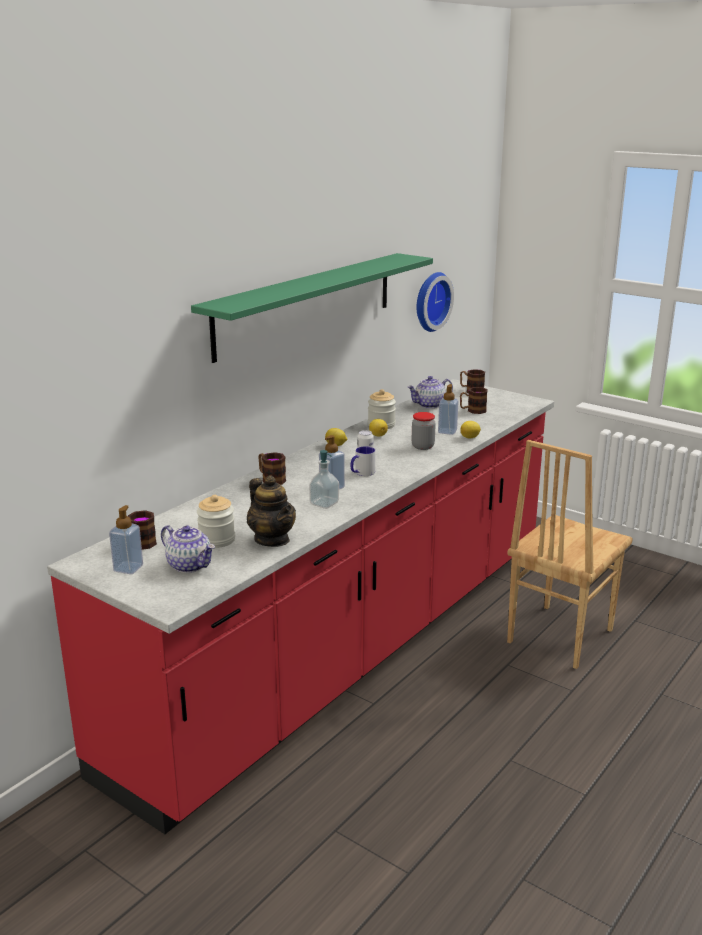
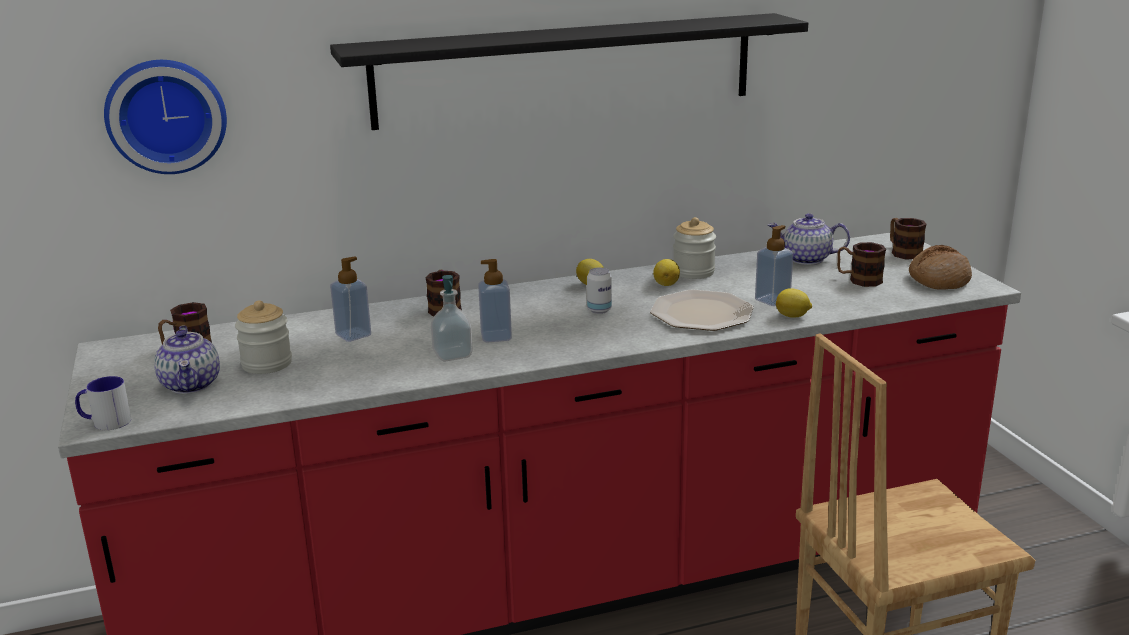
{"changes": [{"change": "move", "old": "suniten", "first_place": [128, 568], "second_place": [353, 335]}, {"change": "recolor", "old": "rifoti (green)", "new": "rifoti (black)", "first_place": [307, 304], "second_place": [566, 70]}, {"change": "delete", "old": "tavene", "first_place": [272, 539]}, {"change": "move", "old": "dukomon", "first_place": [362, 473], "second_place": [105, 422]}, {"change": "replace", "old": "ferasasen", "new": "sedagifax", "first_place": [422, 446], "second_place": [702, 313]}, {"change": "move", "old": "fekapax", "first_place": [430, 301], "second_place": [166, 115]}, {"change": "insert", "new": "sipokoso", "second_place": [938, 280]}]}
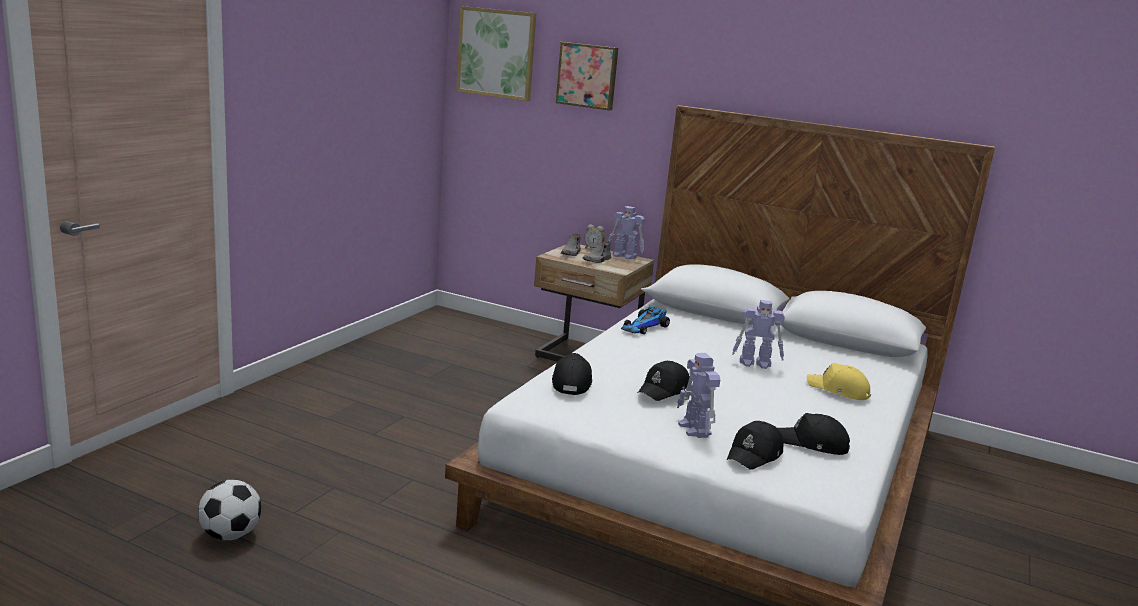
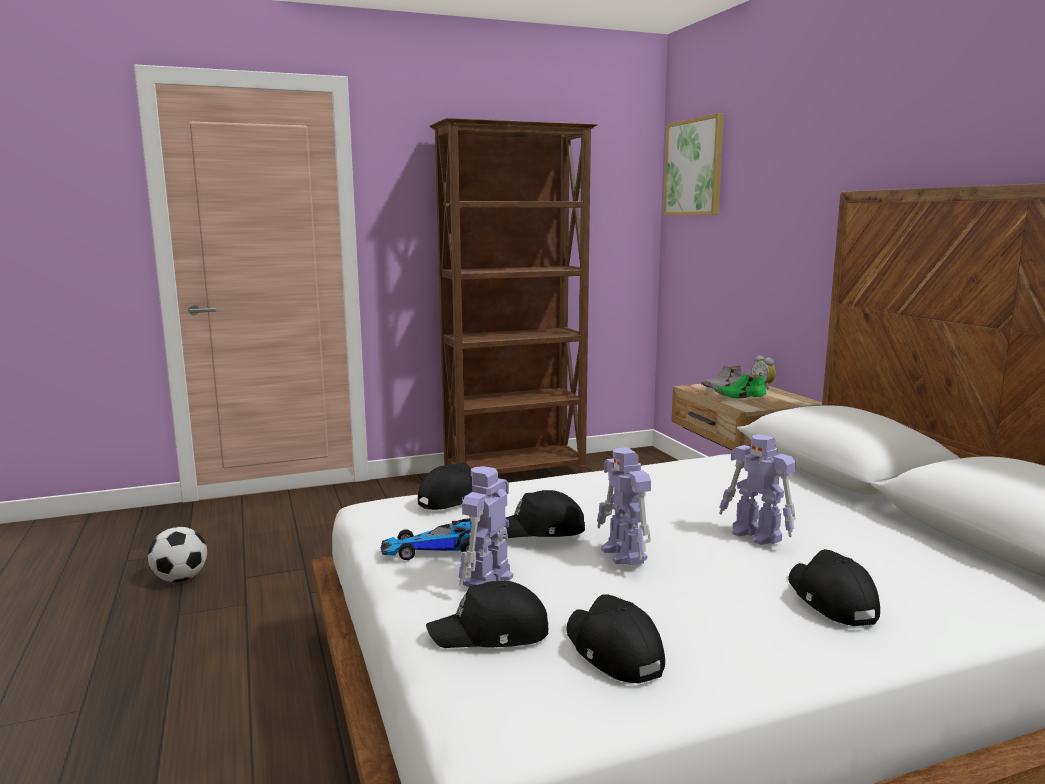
{"changes": [{"change": "delete", "old": "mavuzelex", "first_place": [588, 75]}, {"change": "recolor", "old": "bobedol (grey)", "new": "bobedol (green)", "first_place": [597, 260], "second_place": [740, 396]}, {"change": "move", "old": "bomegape", "first_place": [624, 256], "second_place": [624, 555]}, {"change": "move", "old": "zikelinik", "first_place": [644, 327], "second_place": [436, 549]}, {"change": "recolor", "old": "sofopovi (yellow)", "new": "sofopovi (black)", "first_place": [838, 390], "second_place": [830, 600]}, {"change": "insert", "new": "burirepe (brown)", "second_place": [516, 474]}]}
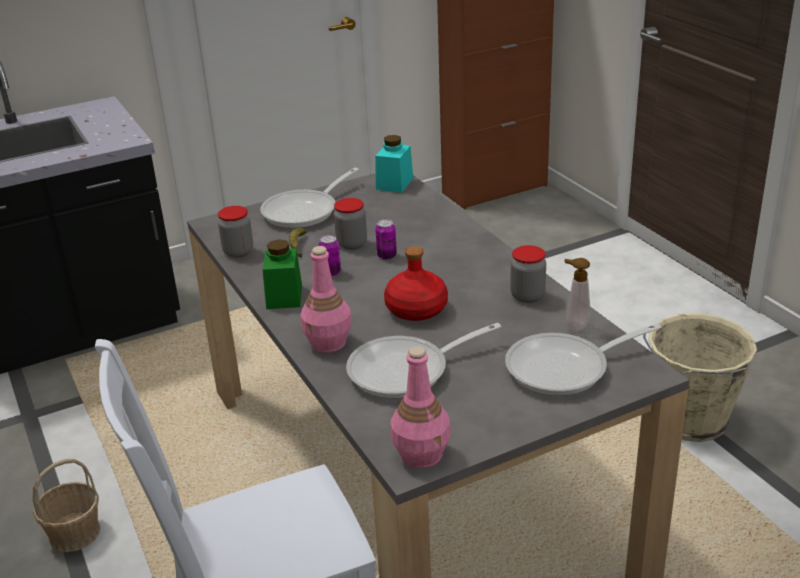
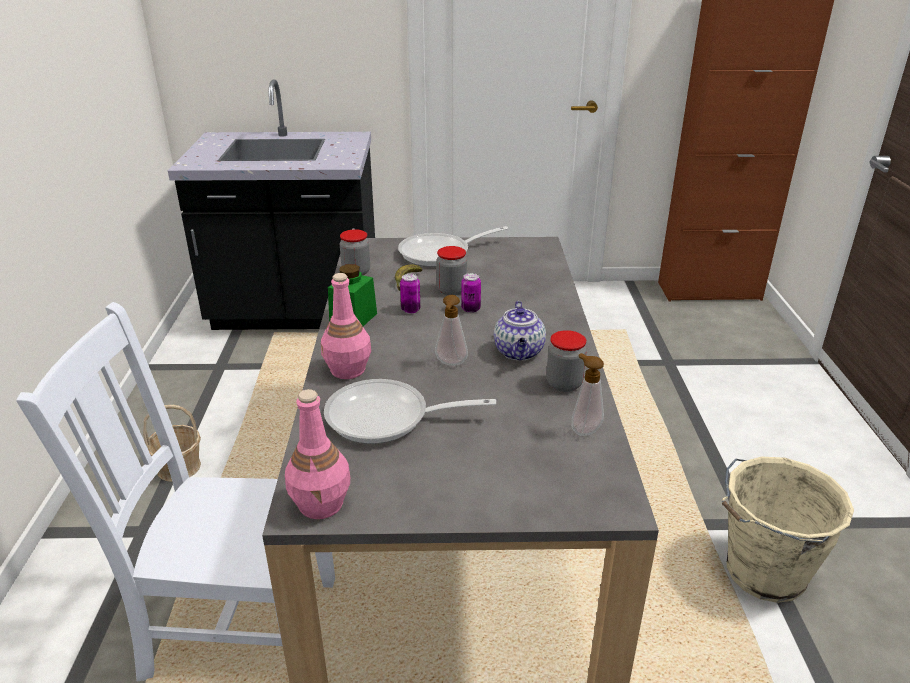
{"changes": [{"change": "delete", "old": "ferasasen (turquoise)", "first_place": [394, 183]}, {"change": "replace", "old": "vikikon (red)", "new": "suniten", "first_place": [417, 309], "second_place": [451, 364]}, {"change": "delete", "old": "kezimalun", "first_place": [565, 369]}, {"change": "insert", "new": "tavene", "second_place": [519, 352]}]}
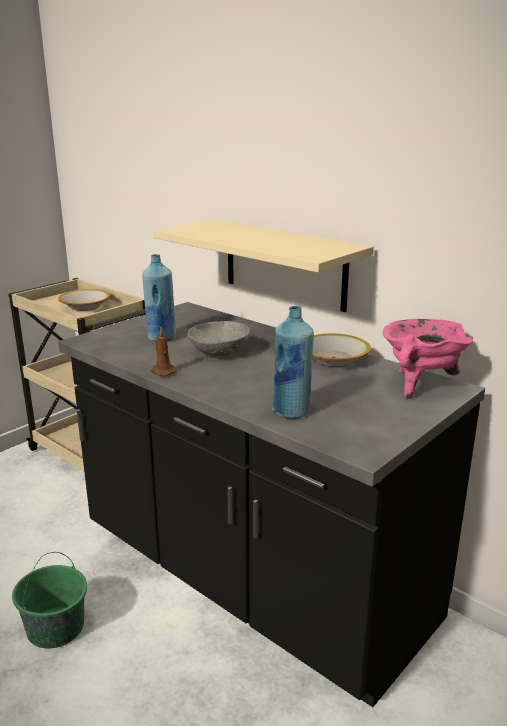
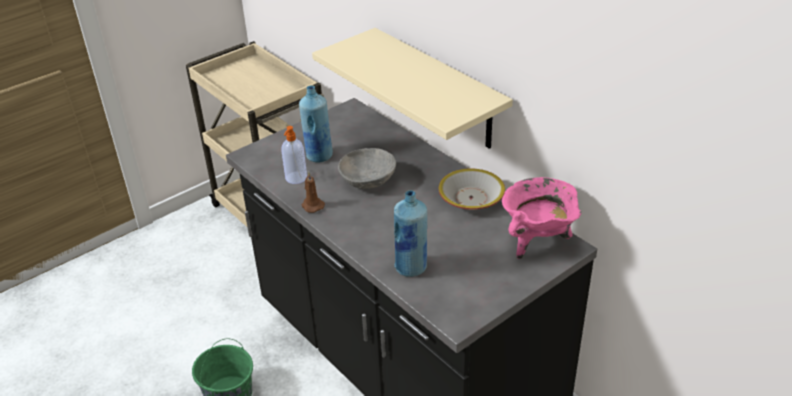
{"changes": [{"change": "delete", "old": "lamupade", "first_place": [85, 306]}, {"change": "insert", "new": "suniten", "second_place": [295, 178]}]}
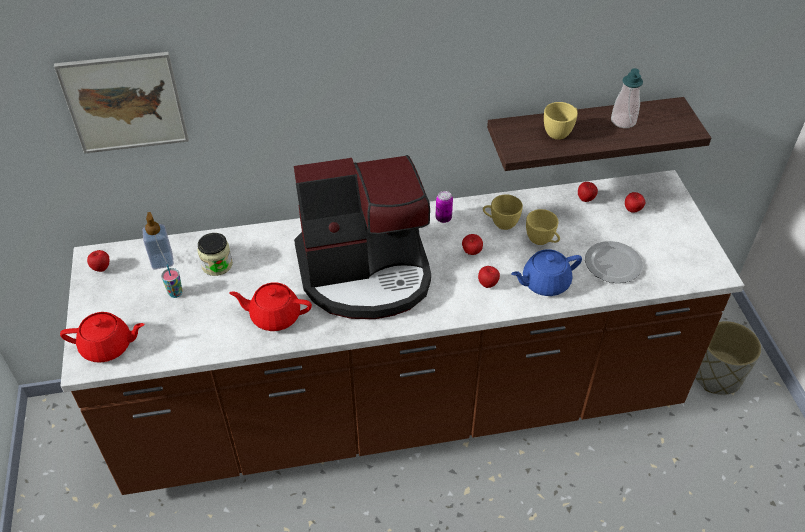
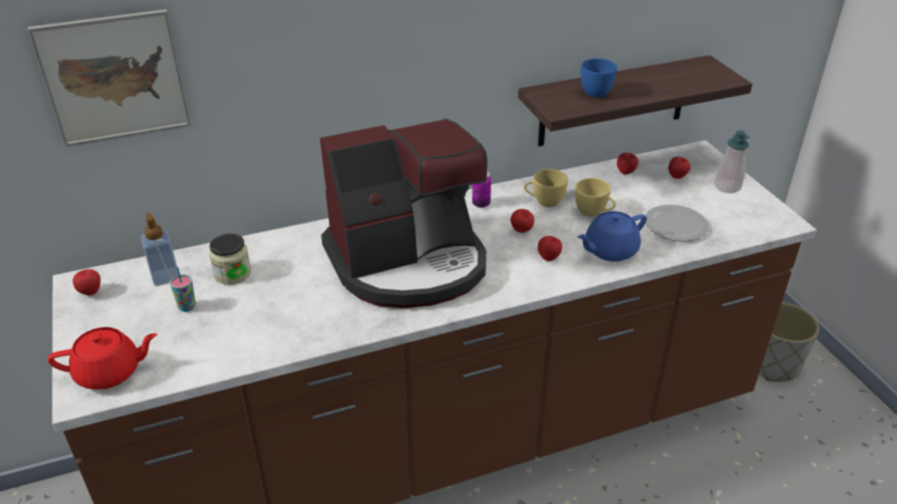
{"changes": [{"change": "delete", "old": "tavene (red)", "first_place": [274, 316]}, {"change": "recolor", "old": "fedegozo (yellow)", "new": "fedegozo (blue)", "first_place": [560, 132], "second_place": [598, 91]}, {"change": "move", "old": "suniten", "first_place": [623, 121], "second_place": [727, 187]}]}
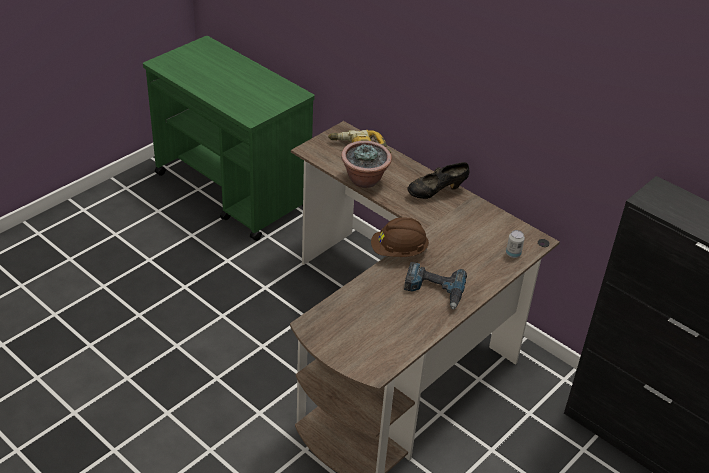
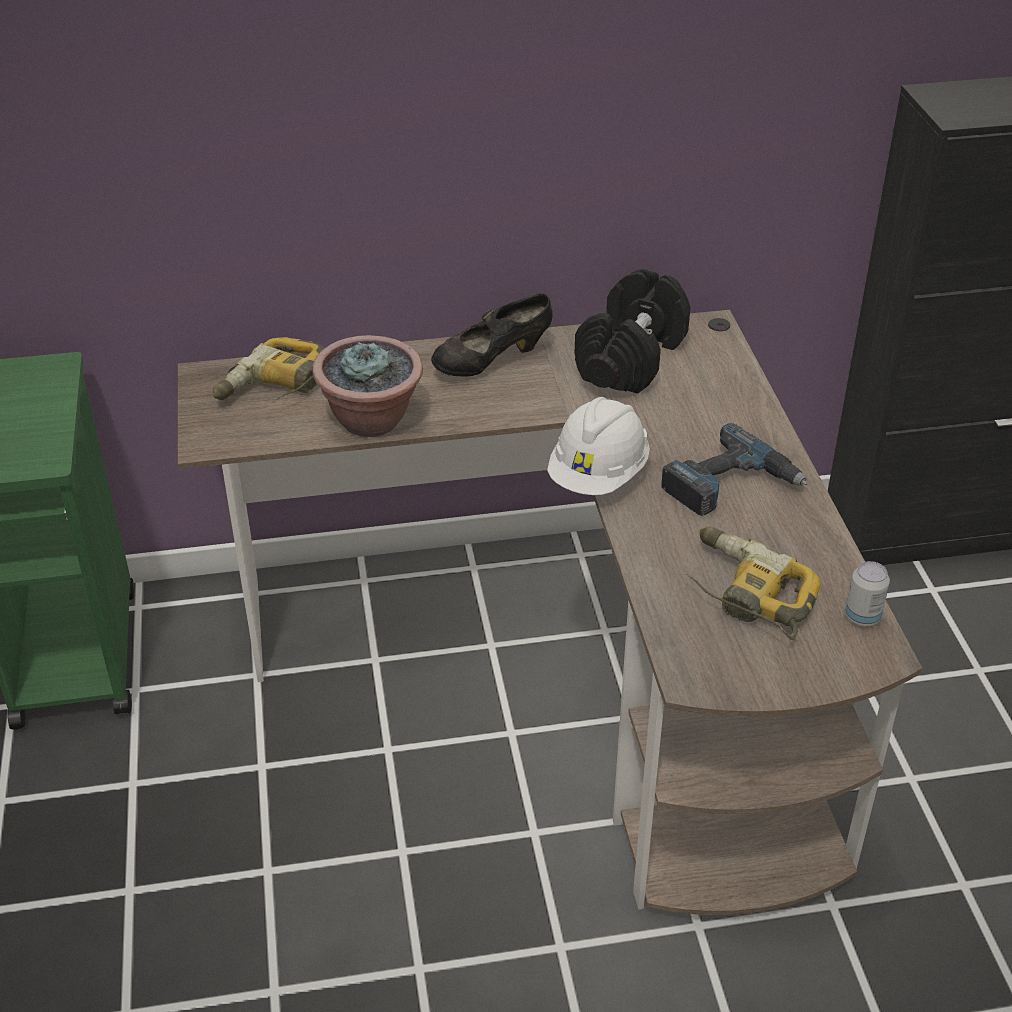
{"changes": [{"change": "recolor", "old": "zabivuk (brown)", "new": "zabivuk (white)", "first_place": [398, 251], "second_place": [598, 475]}, {"change": "rotate", "old": "bobedol (black)", "first_place": [436, 192], "second_place": [492, 362], "degrees": 45}, {"change": "move", "old": "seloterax", "first_place": [513, 254], "second_place": [862, 617]}, {"change": "insert", "new": "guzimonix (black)", "second_place": [630, 357]}, {"change": "insert", "new": "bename", "second_place": [745, 593]}]}
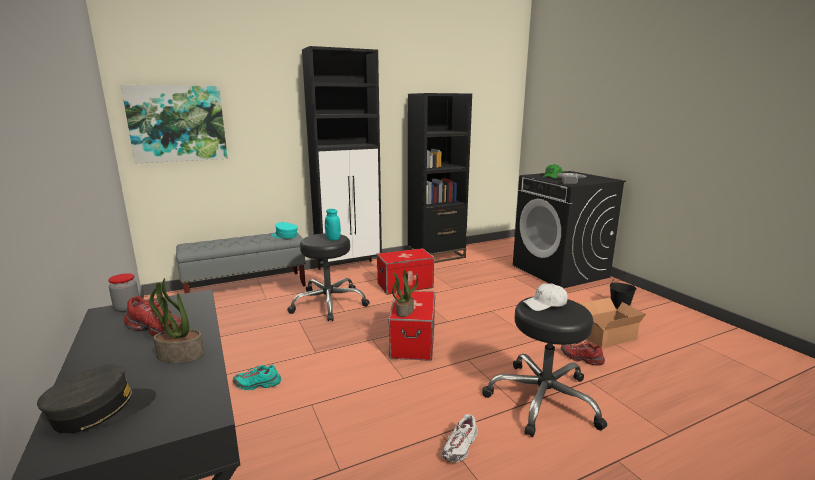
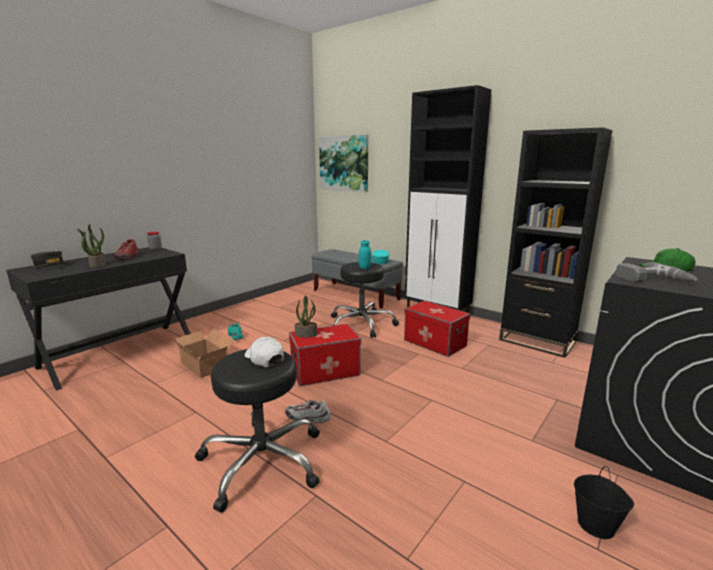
{"changes": [{"change": "move", "old": "bobedol (white)", "first_place": [460, 447], "second_place": [308, 418]}, {"change": "delete", "old": "bobedol (red)", "first_place": [581, 359]}, {"change": "move", "old": "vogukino", "first_place": [605, 335], "second_place": [205, 364]}]}
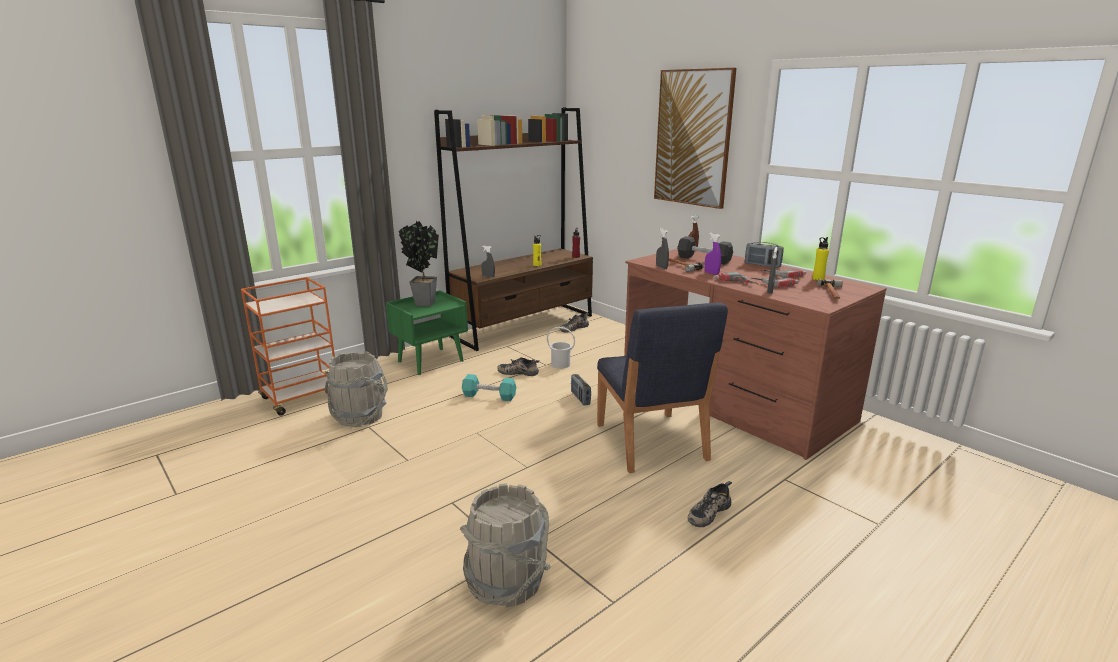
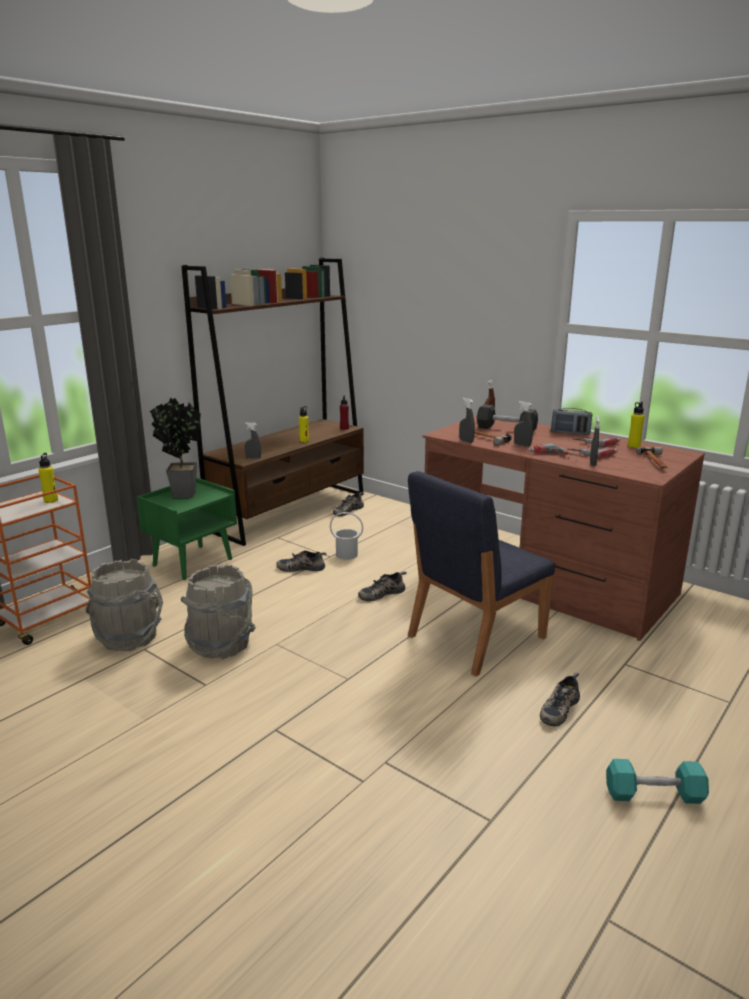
{"changes": [{"change": "move", "old": "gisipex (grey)", "first_place": [507, 582], "second_place": [221, 644]}, {"change": "move", "old": "guzimonix (turquoise)", "first_place": [489, 396], "second_place": [654, 794]}, {"change": "replace", "old": "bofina", "new": "bobedol", "first_place": [580, 398], "second_place": [381, 593]}, {"change": "rotate", "old": "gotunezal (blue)", "first_place": [650, 442], "second_place": [474, 637], "degrees": 75}, {"change": "delete", "old": "mavuzelex", "first_place": [693, 138]}, {"change": "recolor", "old": "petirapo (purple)", "new": "petirapo (grey)", "first_place": [711, 273], "second_place": [522, 445]}, {"change": "insert", "new": "vikikon (yellow)", "second_place": [51, 500]}]}
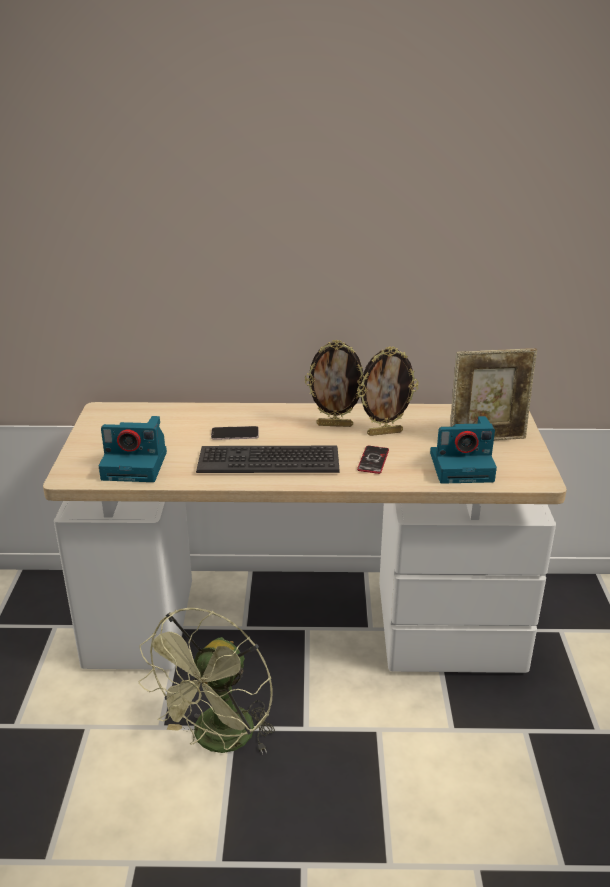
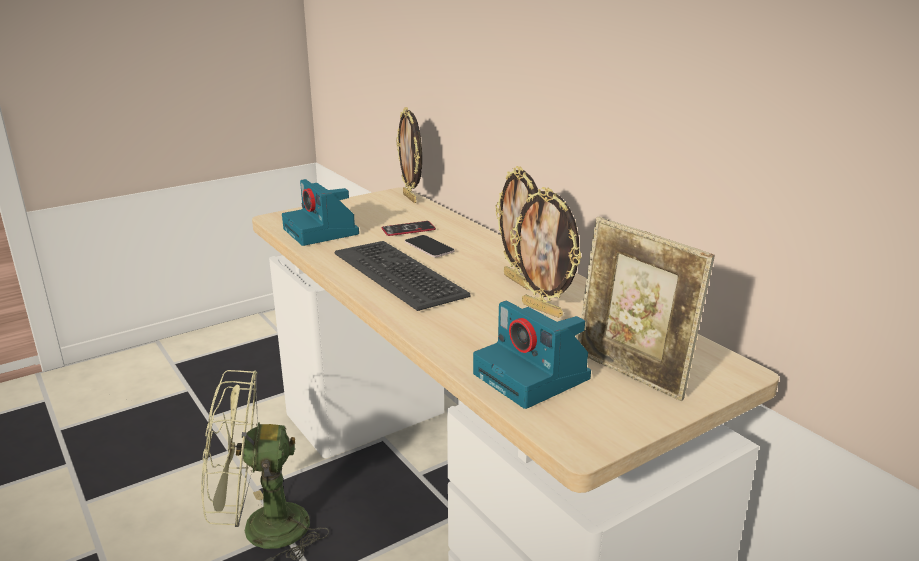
{"changes": [{"change": "move", "old": "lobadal", "first_place": [373, 460], "second_place": [408, 229]}, {"change": "insert", "new": "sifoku", "second_place": [411, 198]}]}
